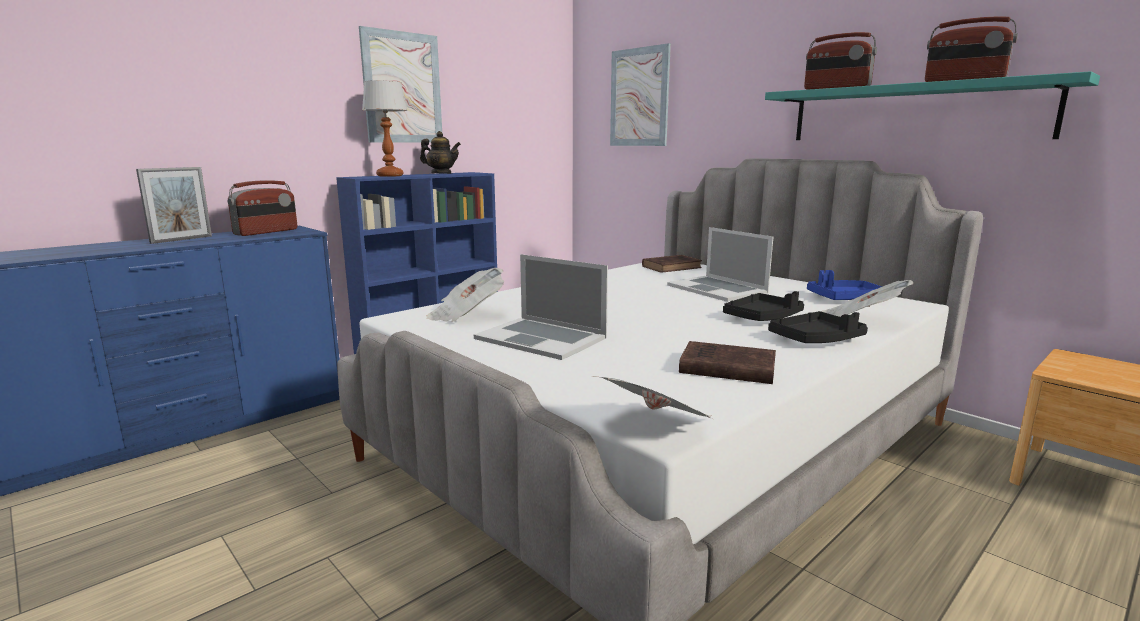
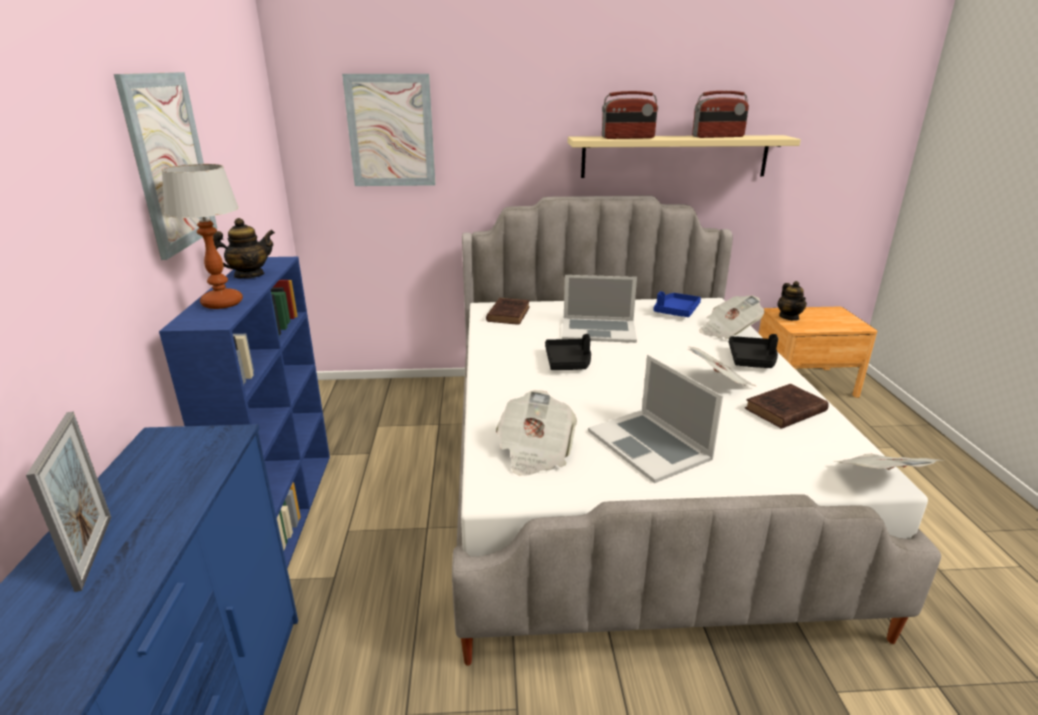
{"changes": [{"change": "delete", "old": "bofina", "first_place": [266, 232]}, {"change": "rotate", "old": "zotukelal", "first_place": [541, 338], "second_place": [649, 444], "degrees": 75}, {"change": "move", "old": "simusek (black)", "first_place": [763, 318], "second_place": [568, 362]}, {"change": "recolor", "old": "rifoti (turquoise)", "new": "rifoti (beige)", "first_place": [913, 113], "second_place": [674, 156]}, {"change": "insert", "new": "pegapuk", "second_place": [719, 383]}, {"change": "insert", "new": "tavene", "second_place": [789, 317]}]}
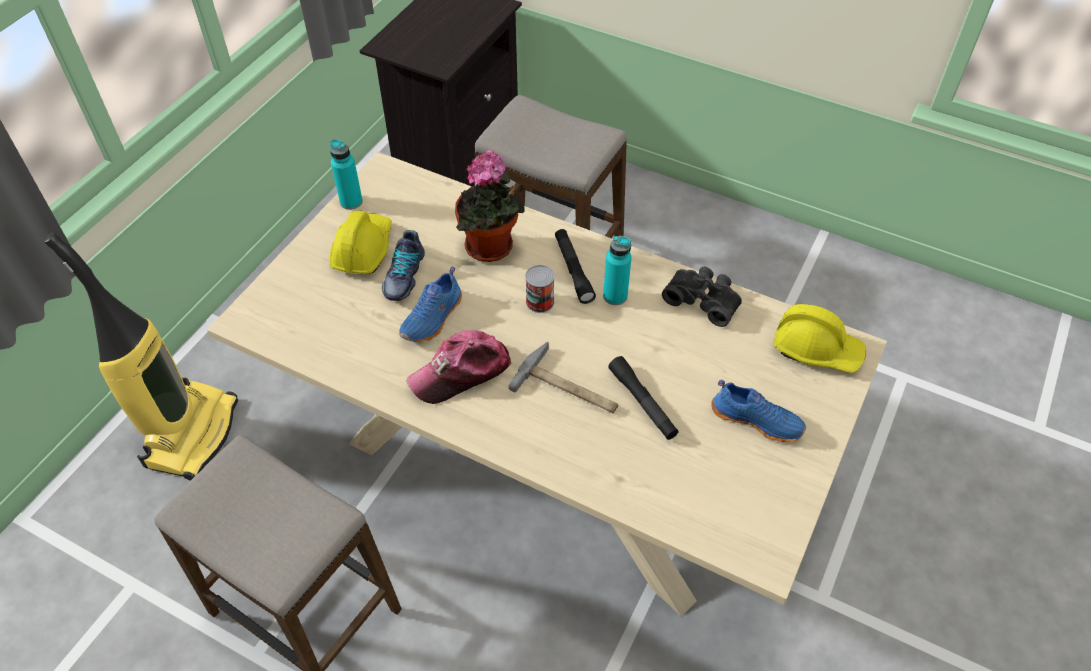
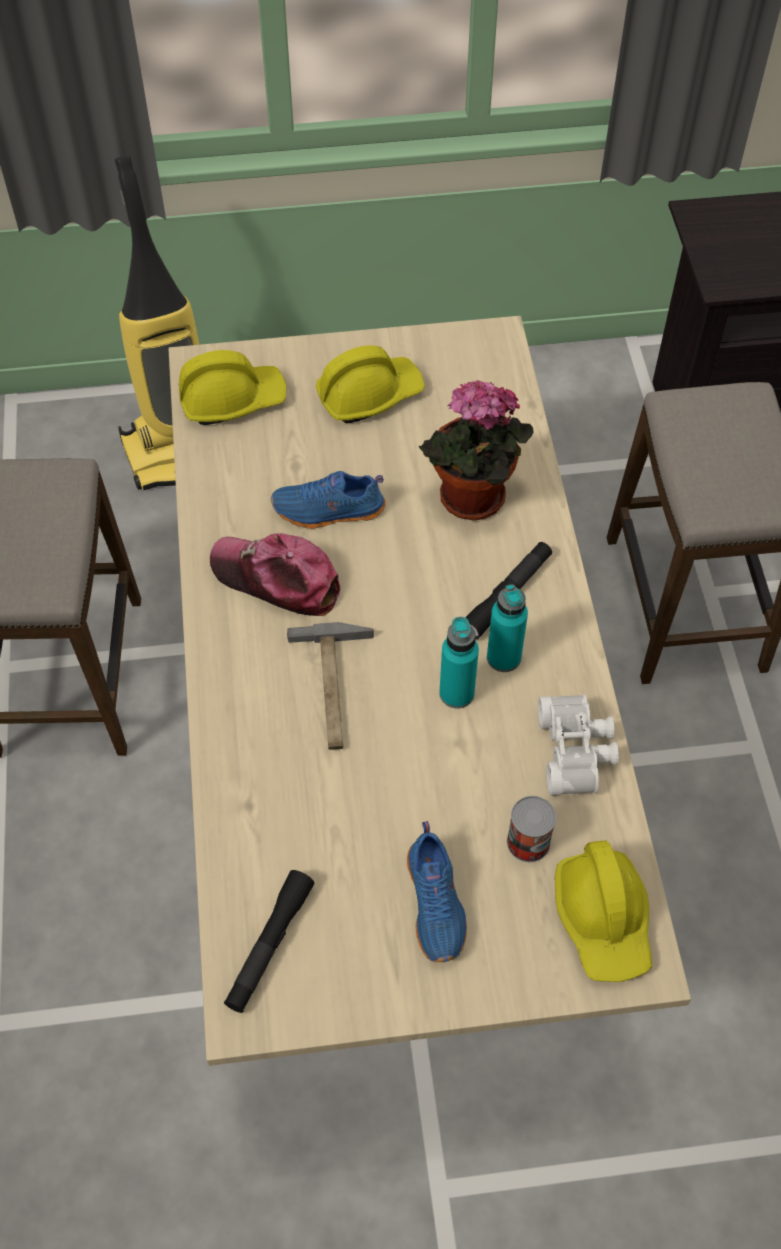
{"changes": [{"change": "move", "old": "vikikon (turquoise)", "first_place": [351, 202], "second_place": [456, 693]}, {"change": "delete", "old": "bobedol", "first_place": [403, 275]}, {"change": "move", "old": "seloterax", "first_place": [540, 302], "second_place": [528, 842]}, {"change": "move", "old": "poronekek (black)", "first_place": [642, 403], "second_place": [269, 945]}, {"change": "recolor", "old": "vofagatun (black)", "new": "vofagatun (white)", "first_place": [703, 300], "second_place": [577, 751]}, {"change": "insert", "new": "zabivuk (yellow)", "second_place": [232, 400]}]}
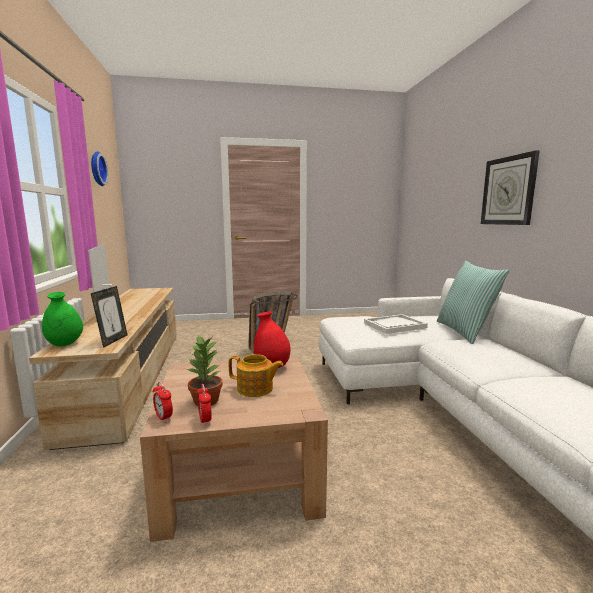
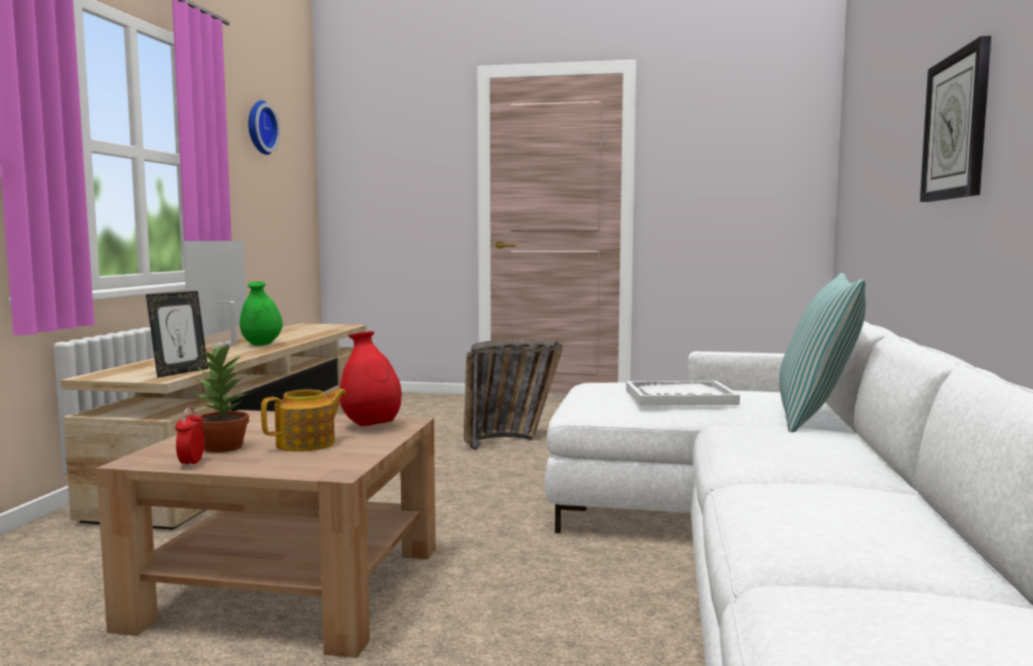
{"changes": [{"change": "move", "old": "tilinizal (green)", "first_place": [65, 344], "second_place": [261, 344]}, {"change": "delete", "old": "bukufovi", "first_place": [163, 417]}, {"change": "rotate", "old": "tavene", "first_place": [255, 389], "second_place": [307, 444], "degrees": -75}]}
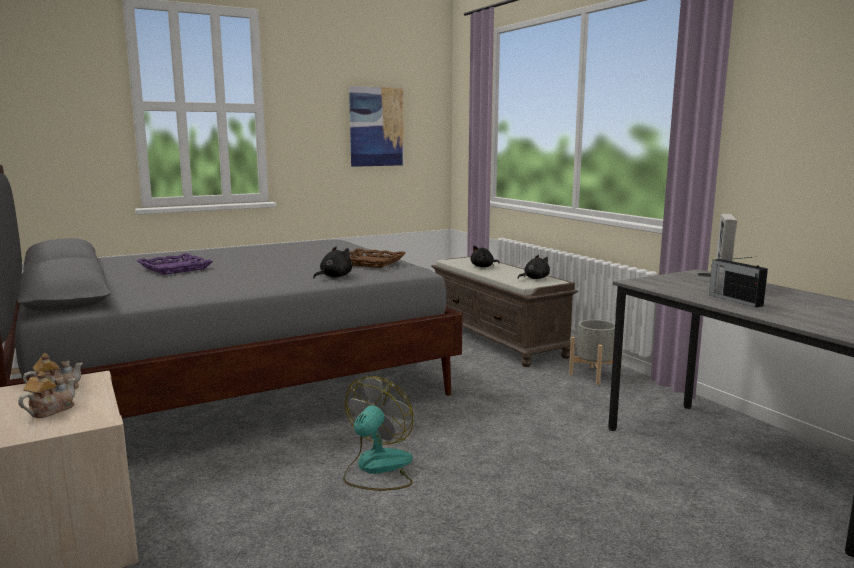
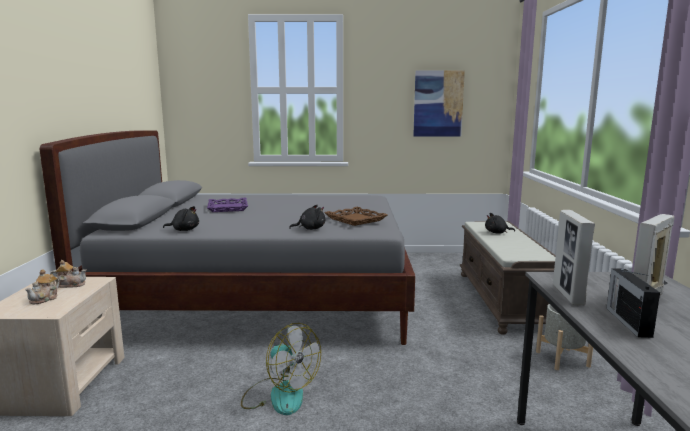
{"changes": [{"change": "rotate", "old": "tavene", "first_place": [50, 410], "second_place": [45, 299], "degrees": 135}, {"change": "rotate", "old": "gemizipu", "first_place": [377, 468], "second_place": [279, 395], "degrees": 75}, {"change": "move", "old": "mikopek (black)", "first_place": [534, 278], "second_place": [184, 230]}, {"change": "insert", "new": "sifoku", "second_place": [568, 295]}]}
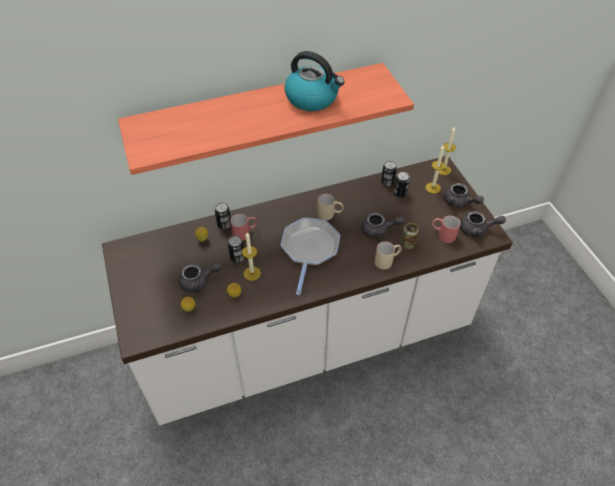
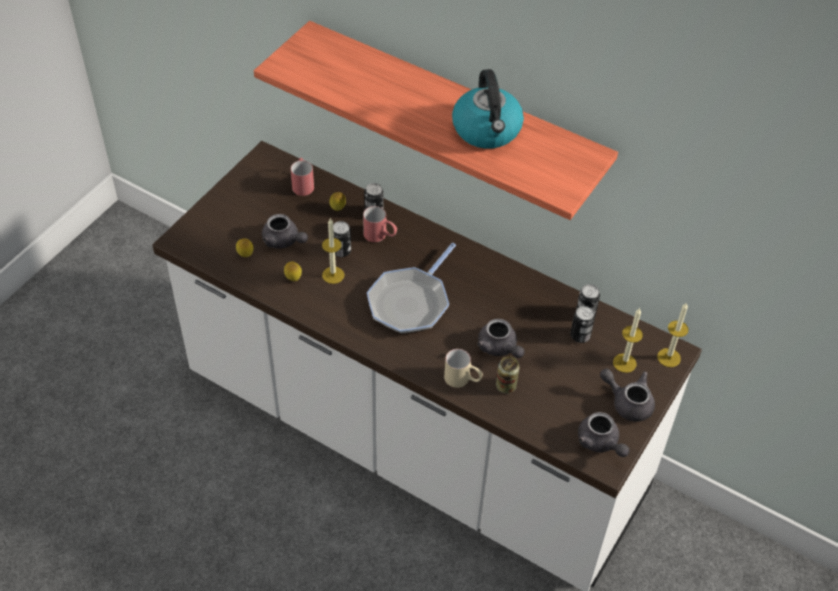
{"changes": [{"change": "rotate", "old": "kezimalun", "first_place": [309, 249], "second_place": [411, 302], "degrees": 150}, {"change": "delete", "old": "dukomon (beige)", "first_place": [330, 214]}, {"change": "move", "old": "dukomon (red)", "first_place": [443, 234], "second_place": [302, 184]}, {"change": "rotate", "old": "tavene (grey)", "first_place": [459, 202], "second_place": [627, 402], "degrees": 120}]}
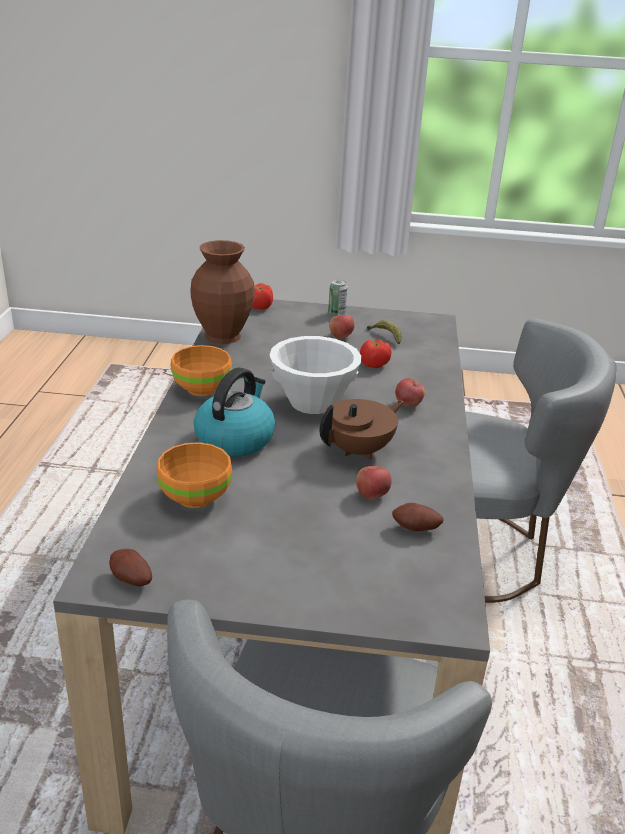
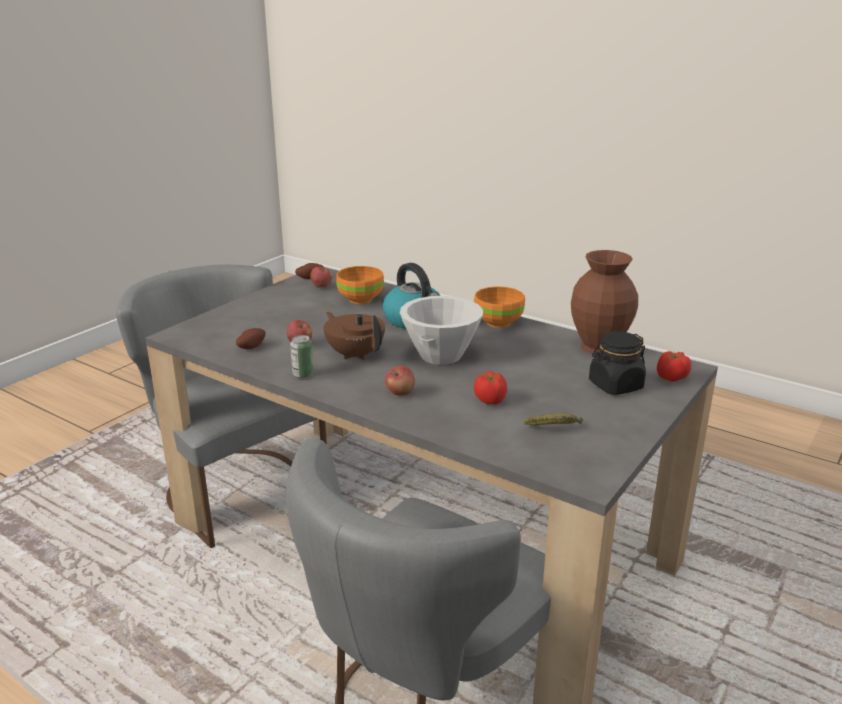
{"changes": [{"change": "rotate", "old": "tavene (brown)", "first_place": [359, 450], "second_place": [355, 354], "degrees": 150}, {"change": "move", "old": "seloterax", "first_place": [336, 314], "second_place": [303, 374]}, {"change": "move", "old": "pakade", "first_place": [341, 336], "second_place": [321, 287]}, {"change": "insert", "new": "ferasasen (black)", "second_place": [615, 385]}]}
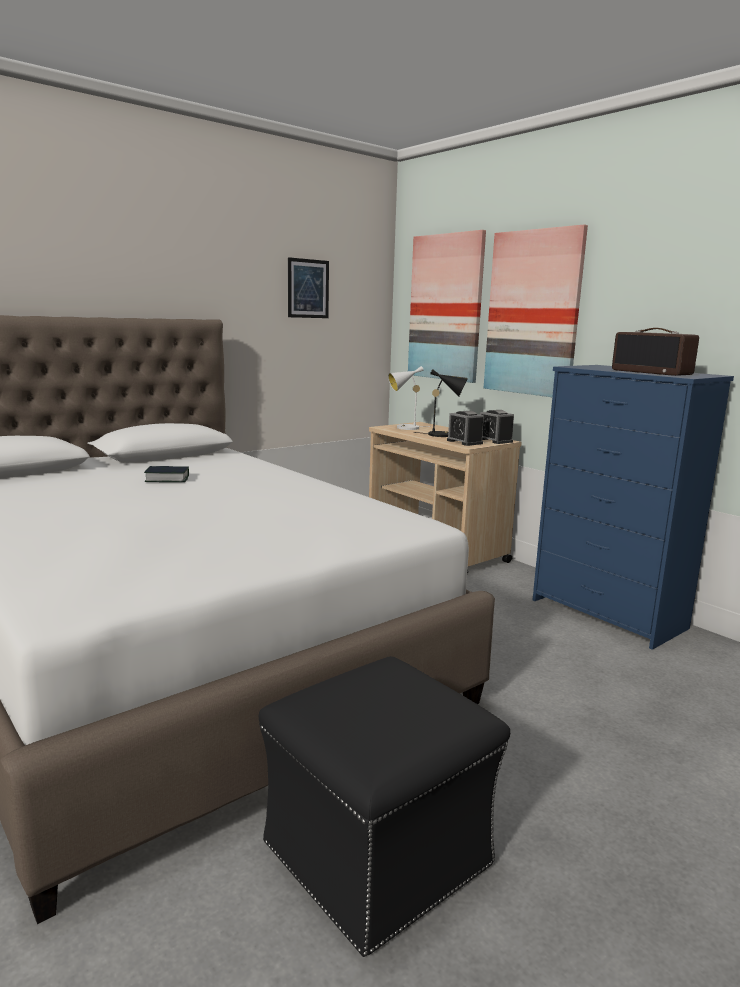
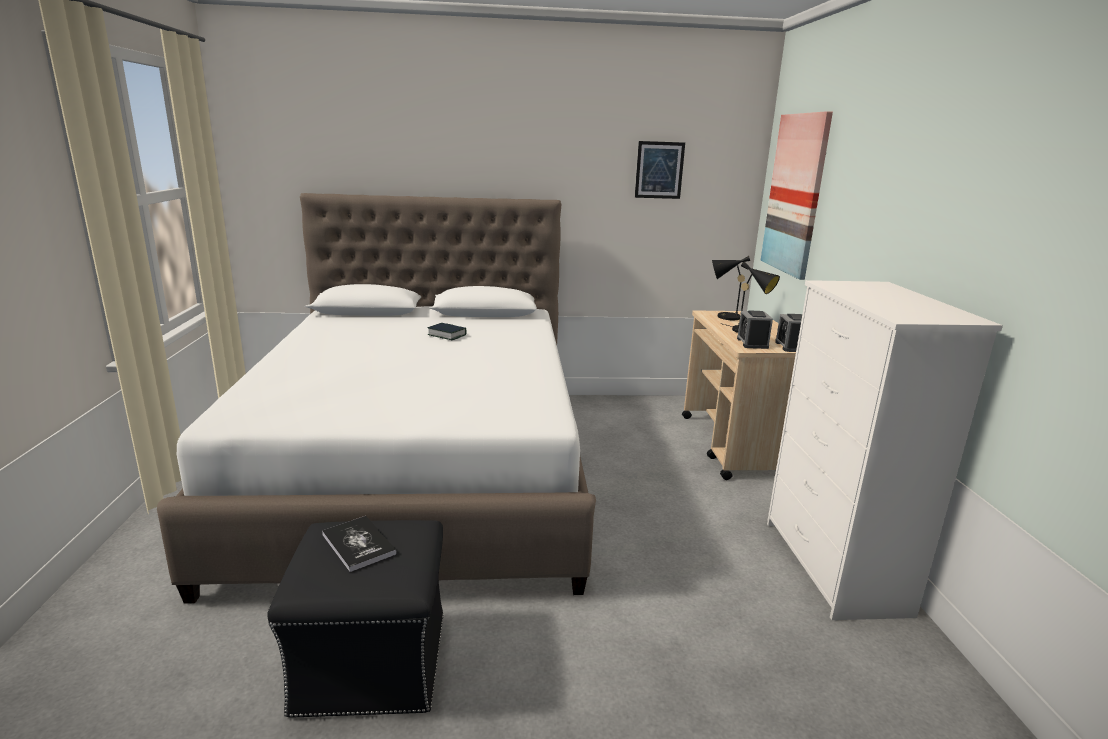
{"changes": [{"change": "recolor", "old": "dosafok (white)", "new": "dosafok (black)", "first_place": [404, 428], "second_place": [725, 317]}, {"change": "delete", "old": "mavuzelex", "first_place": [533, 313]}, {"change": "recolor", "old": "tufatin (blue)", "new": "tufatin (white)", "first_place": [608, 614], "second_place": [833, 567]}, {"change": "delete", "old": "bofina", "first_place": [652, 372]}, {"change": "insert", "new": "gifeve", "second_place": [358, 544]}]}
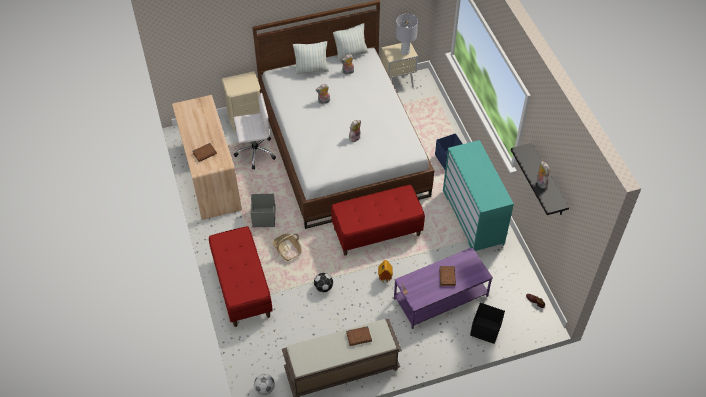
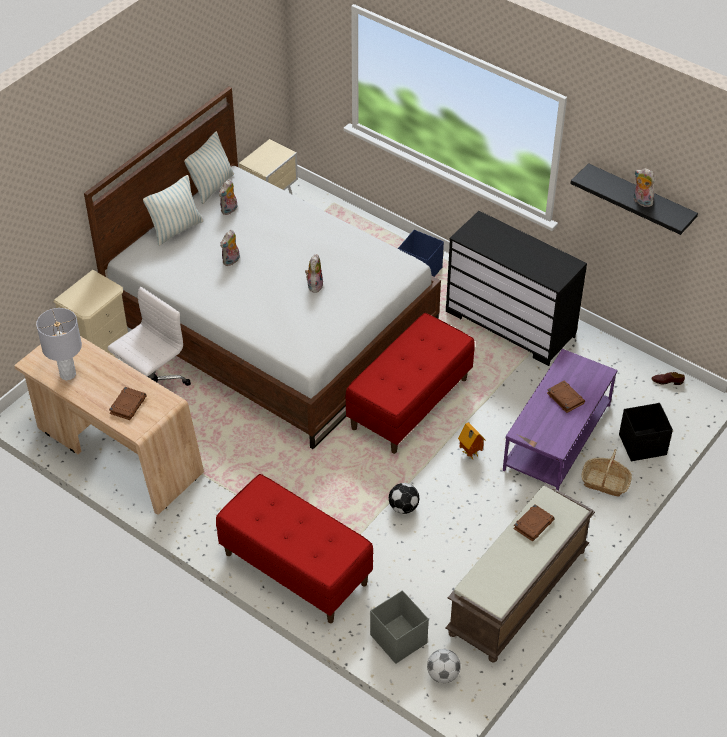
{"changes": [{"change": "move", "old": "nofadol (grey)", "first_place": [264, 217], "second_place": [398, 638]}, {"change": "move", "old": "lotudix", "first_place": [287, 250], "second_place": [605, 482]}, {"change": "move", "old": "dosafok (grey)", "first_place": [405, 51], "second_place": [67, 374]}, {"change": "recolor", "old": "tufatin (turquoise)", "new": "tufatin (black)", "first_place": [473, 217], "second_place": [510, 324]}]}
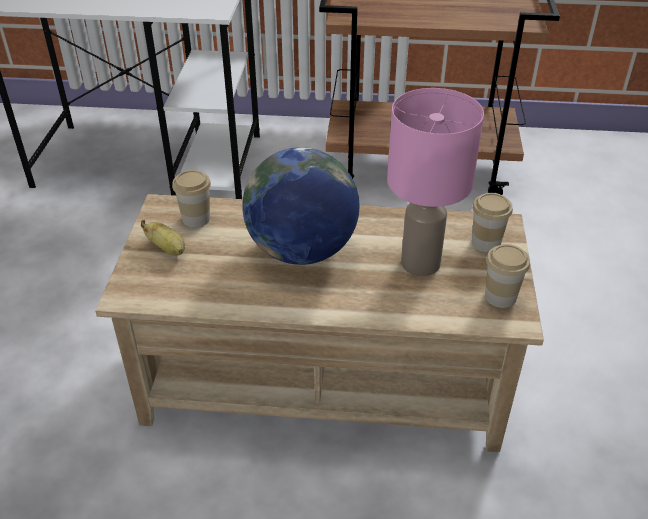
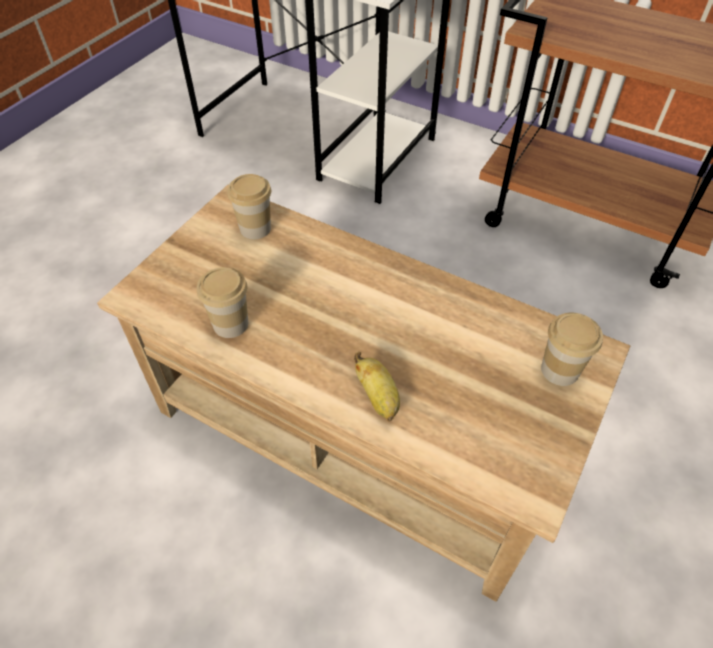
{"changes": [{"change": "move", "old": "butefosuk", "first_place": [168, 249], "second_place": [378, 398]}, {"change": "delete", "old": "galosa", "first_place": [301, 251]}, {"change": "delete", "old": "dosafok (pink)", "first_place": [419, 264]}, {"change": "move", "old": "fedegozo", "first_place": [500, 297], "second_place": [230, 324]}]}
